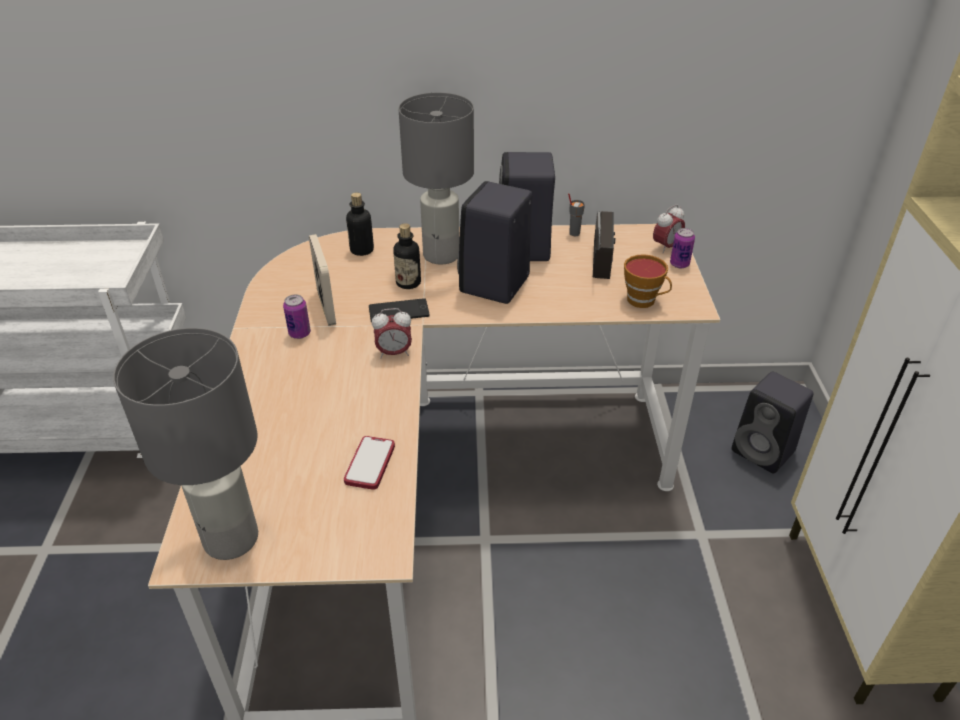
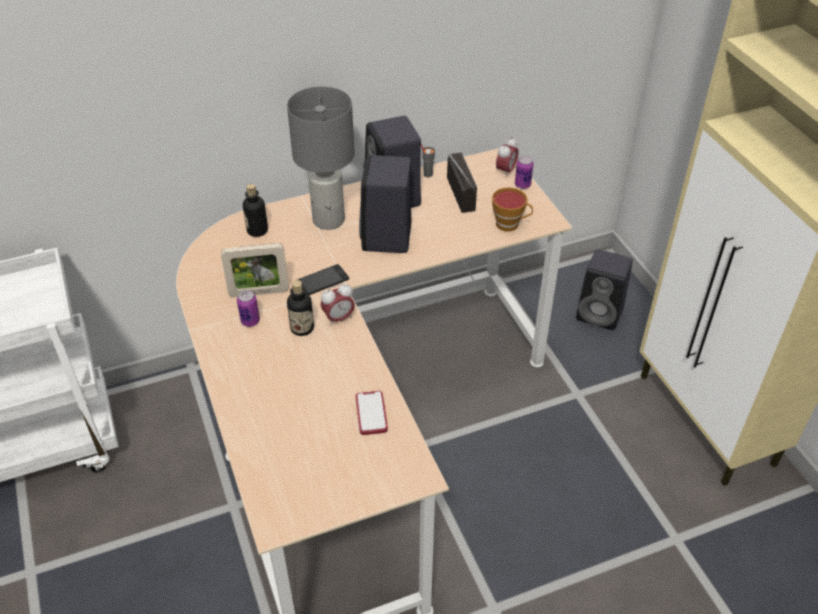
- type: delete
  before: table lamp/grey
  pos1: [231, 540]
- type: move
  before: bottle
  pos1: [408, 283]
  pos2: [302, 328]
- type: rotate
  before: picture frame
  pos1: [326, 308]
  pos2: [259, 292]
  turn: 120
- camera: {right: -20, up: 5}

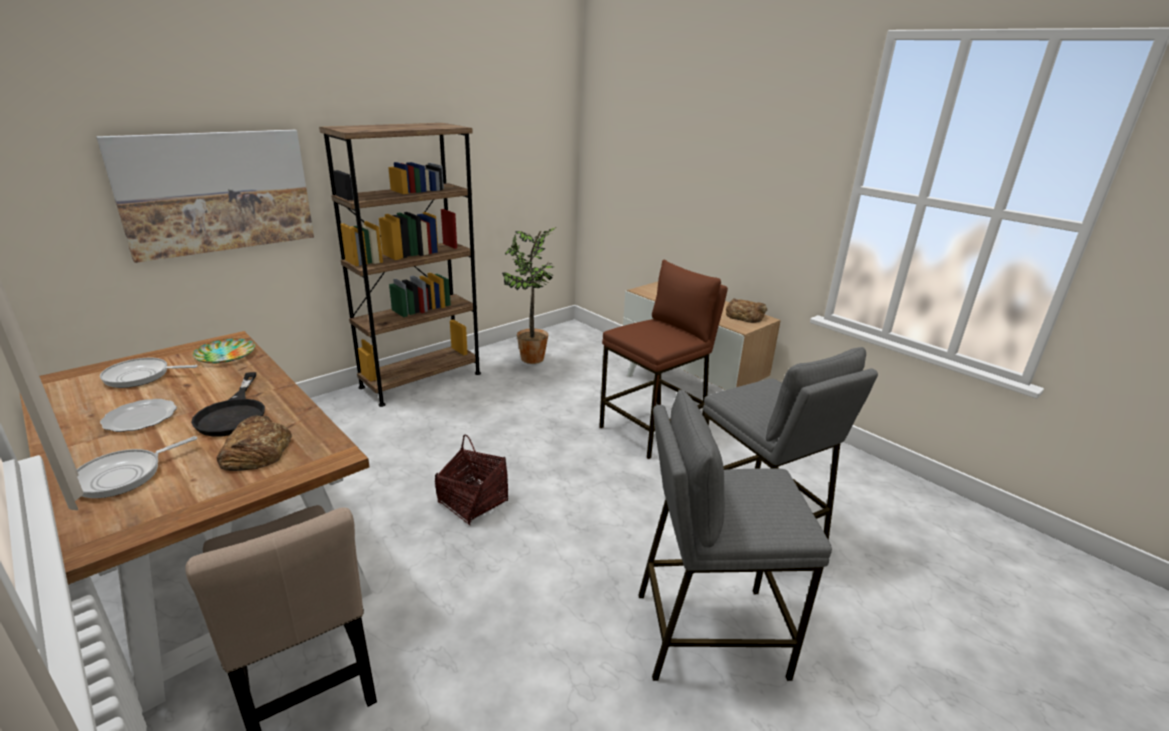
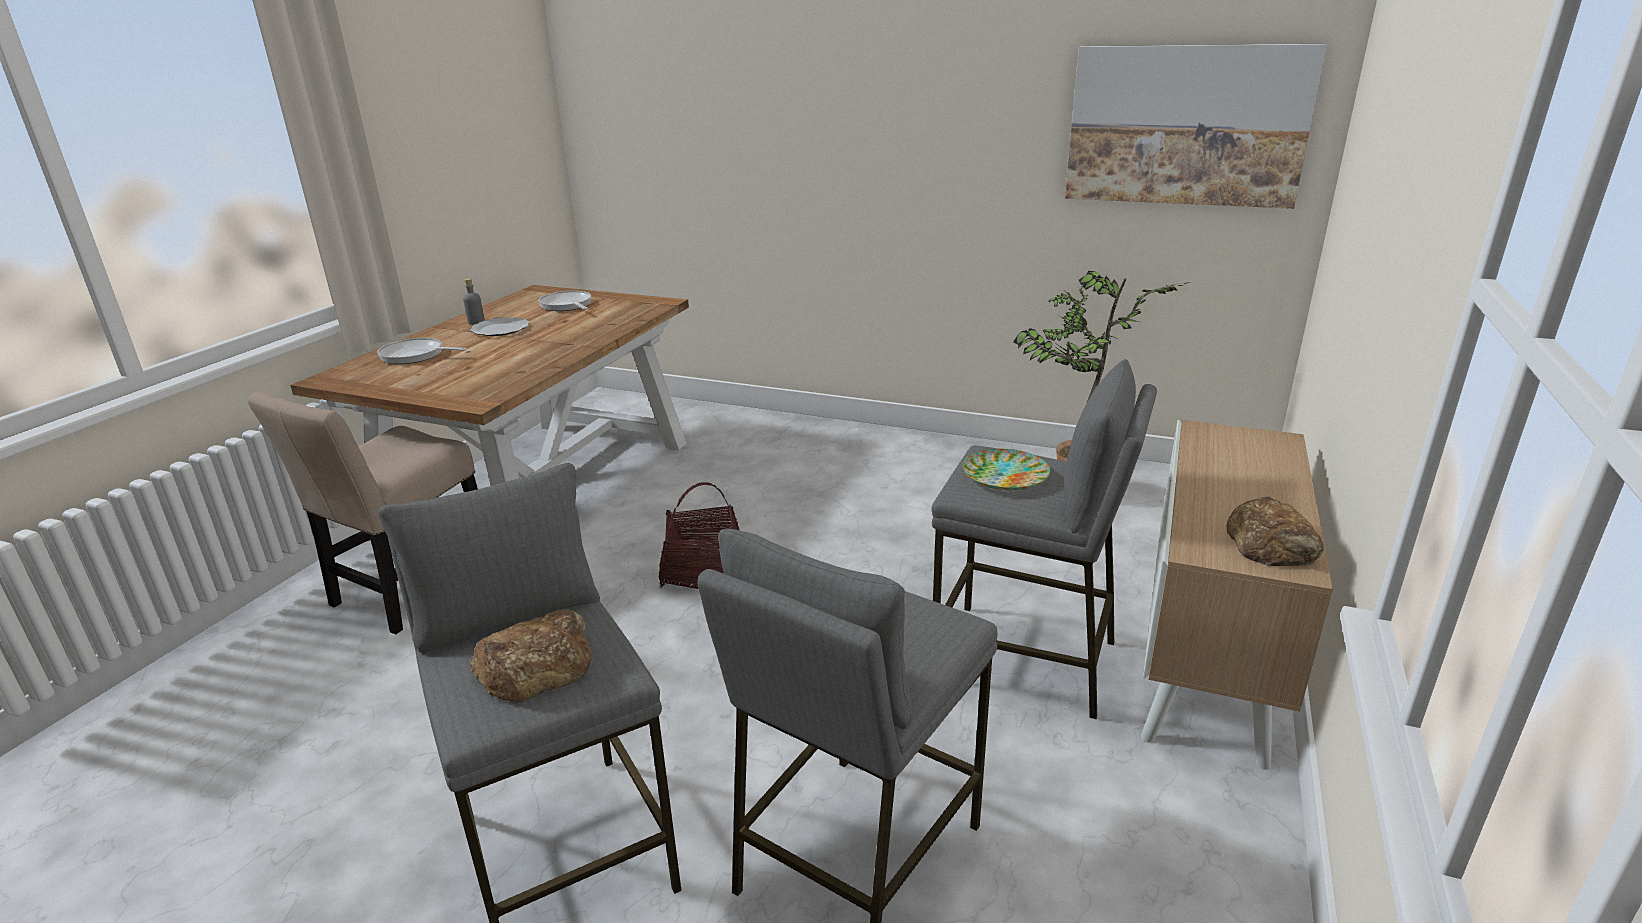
- type: delete
  before: frying pan/black
  pos1: [234, 413]
- type: delete
  before: bookcase/brown
  pos1: [421, 380]
- type: insert
  after: bottle/grey
  pos2: [476, 322]
- type: move
  before: picture
  pos1: [216, 192]
  pos2: [1186, 125]
- type: move
  before: plate
  pos1: [225, 355]
  pos2: [1004, 475]
- type: move
  before: bread
  pos1: [256, 451]
  pos2: [536, 666]
- type: recolor
  before: stool/brown
  after: stool/grey
  pos1: [654, 428]
  pos2: [1025, 660]
- camera: {right: 65, up: 0}

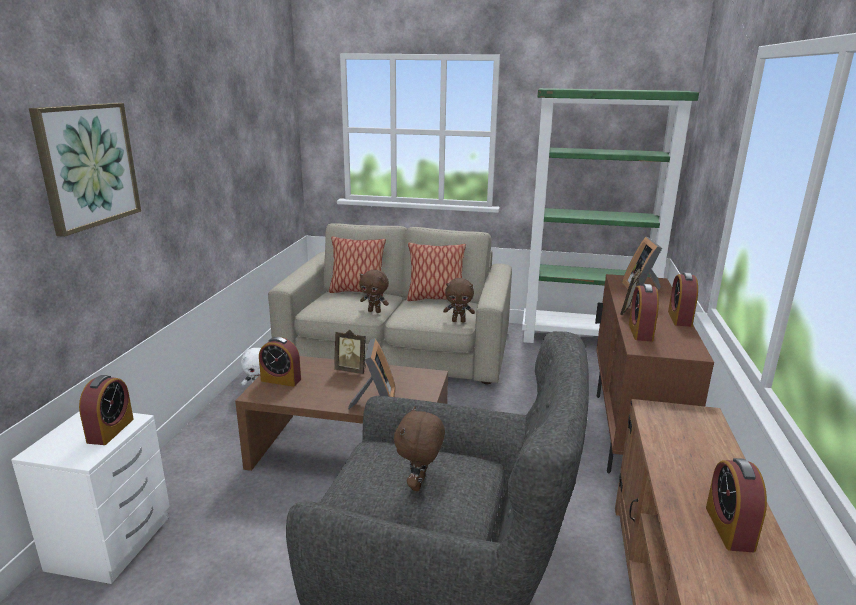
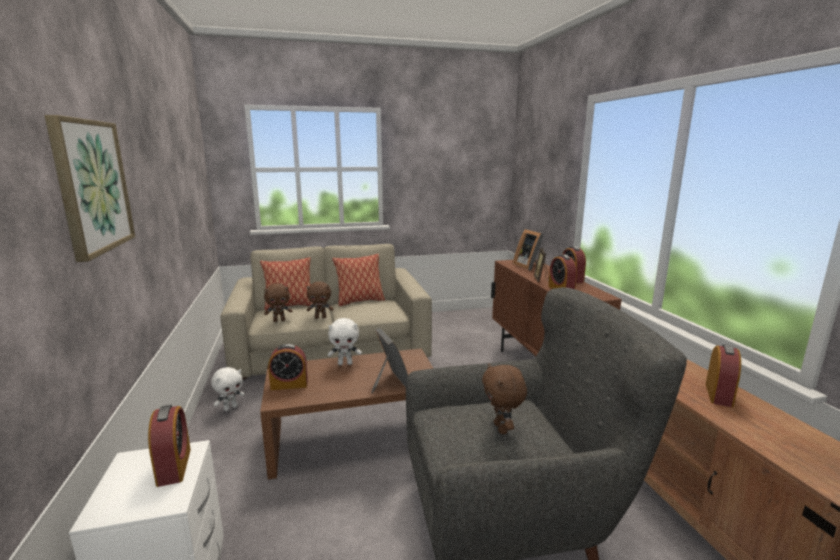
- type: delete
  before: bookcase/green
  pos1: [586, 339]
- type: move
  before: plush toy/brown
  pos1: [458, 321]
  pos2: [279, 320]
- type: replace
  before: picture frame
  after: plush toy/white
  pos1: [352, 370]
  pos2: [345, 363]
- type: rotate
  before: alarm clock
  pos1: [729, 528]
  pos2: [718, 395]
  turn: -135
- camera: {right: -25, up: -5}

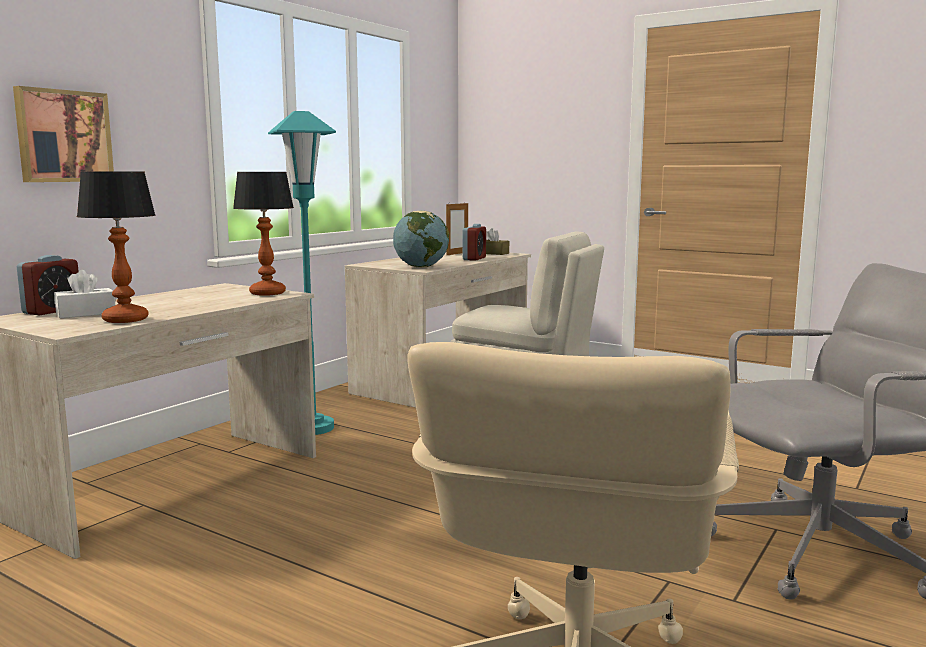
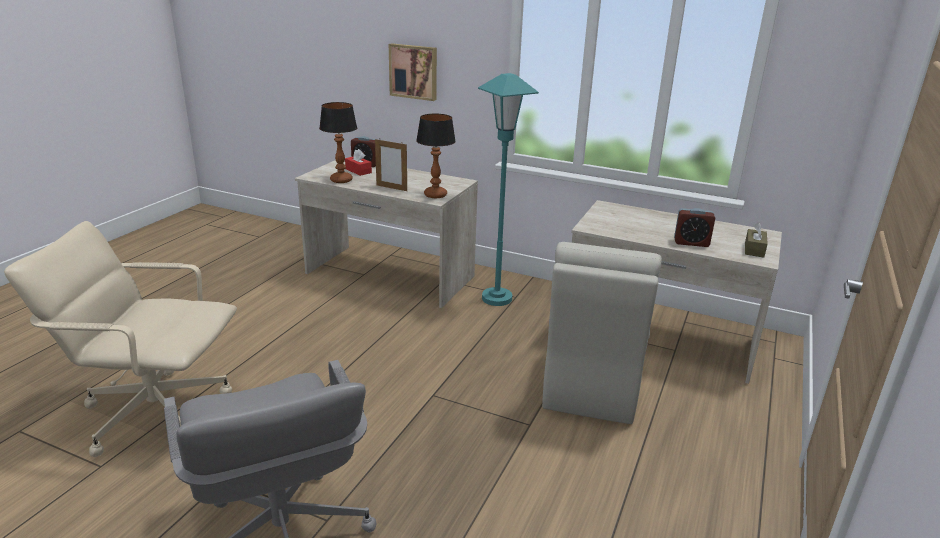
- type: delete
  before: globe
  pos1: [421, 267]
- type: move
  before: picture frame
  pos1: [457, 253]
  pos2: [391, 188]
- type: recolor
  before: tissue box/white
  after: tissue box/red
  pos1: [86, 313]
  pos2: [358, 171]
- camera: {right: 80, up: 15}

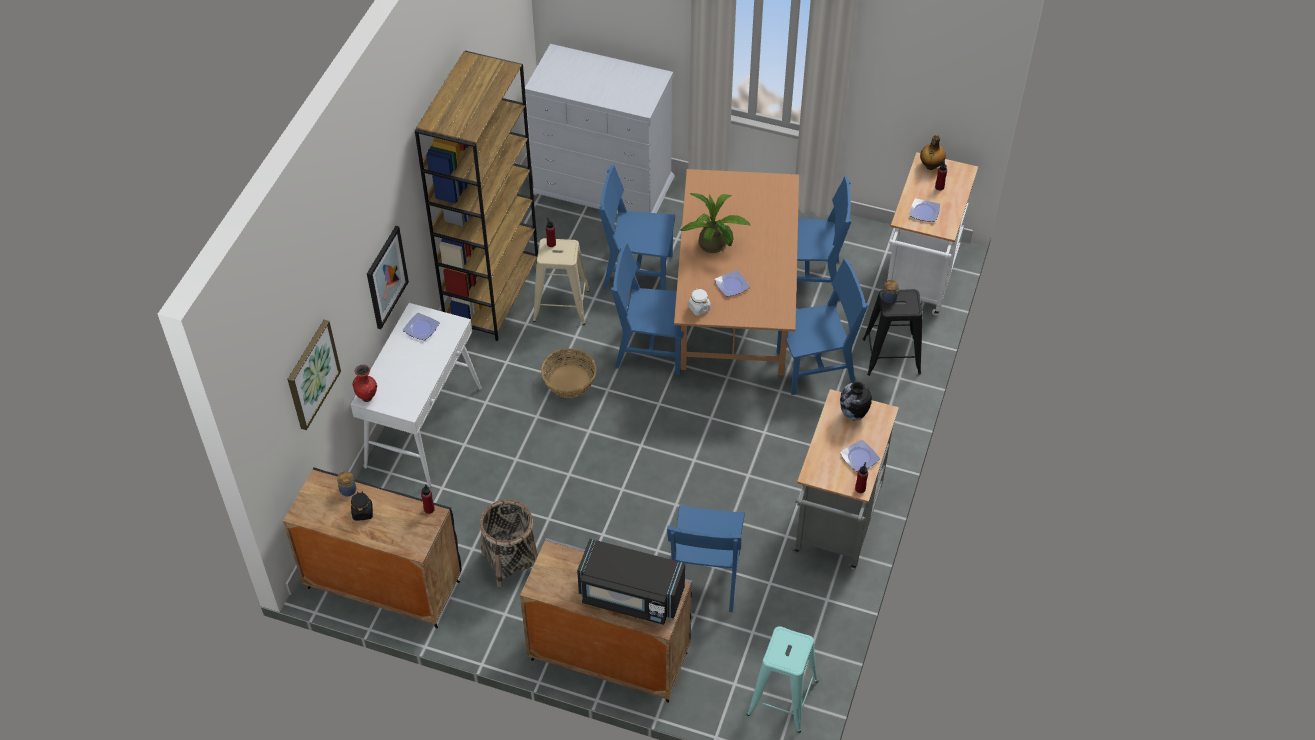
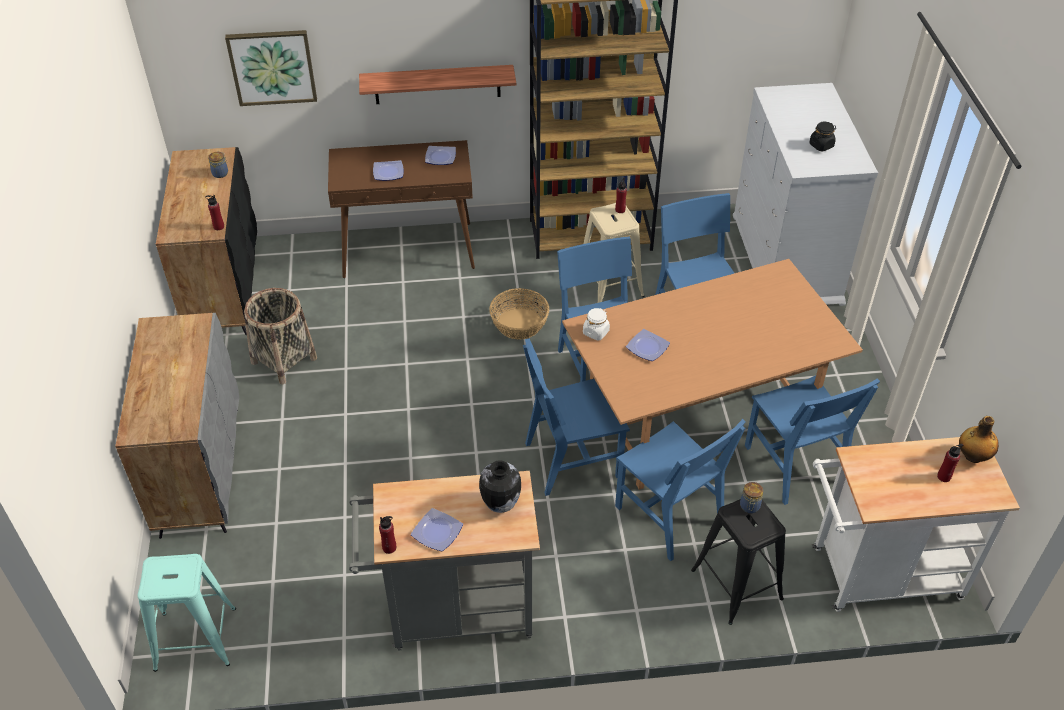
- type: delete
  before: vase/red
  pos1: [368, 398]
- type: delete
  before: microwave/black
  pos1: [630, 595]
- type: delete
  before: potted plant
  pos1: [715, 246]
- type: move
  before: jar/black
  pos1: [362, 512]
  pos2: [821, 145]
- type: move
  before: chair/blue
  pos1: [705, 577]
  pos2: [572, 459]
- type: move
  before: plate
  pos1: [924, 211]
  pos2: [389, 172]
- type: replace
  before: picture
  after: shelf
  pos1: [386, 277]
  pos2: [437, 84]
- type: recolor
  before: console table/white
  after: console table/brown
  pos1: [424, 426]
  pos2: [408, 250]
- camera: {right: 65, up: -5}

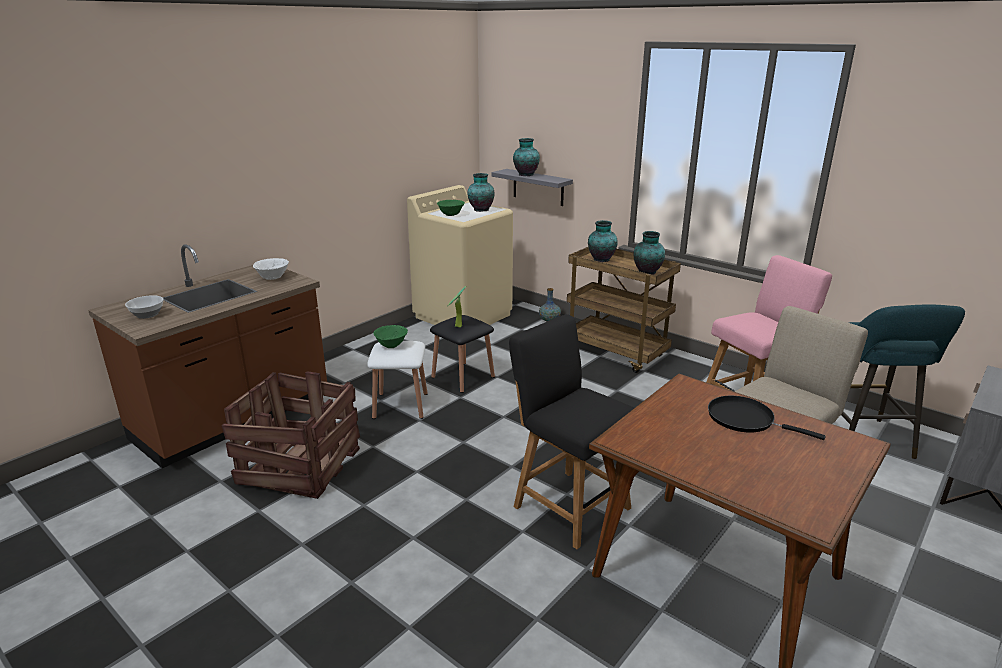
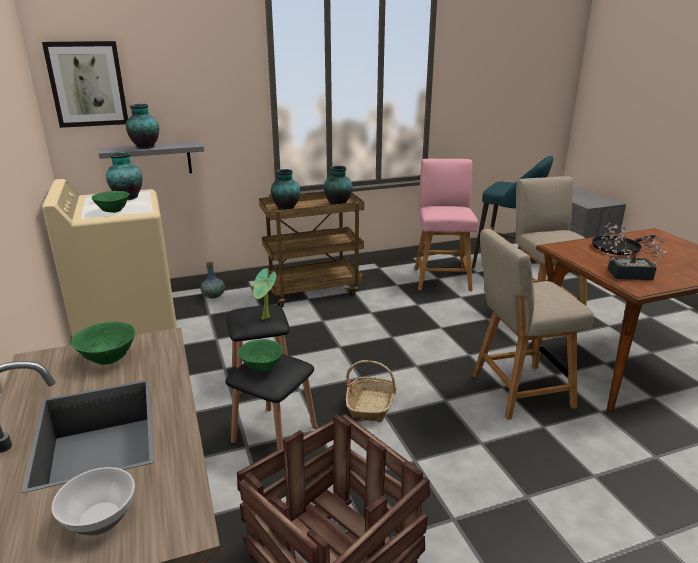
- type: insert
  after: picture
  pos2: [87, 84]
- type: insert
  after: basket
  pos2: [371, 405]
- type: insert
  after: potted plant
  pos2: [624, 274]
- type: recolor
  before: bowl/white
  after: bowl/green
  pos1: [272, 278]
  pos2: [108, 358]
- type: recolor
  before: stool/white
  after: stool/black
  pos1: [400, 405]
  pos2: [274, 434]
- type: recolor
  before: chair/black
  after: chair/beige
  pos1: [567, 504]
  pos2: [517, 391]
- camera: {right: -60, up: 0}

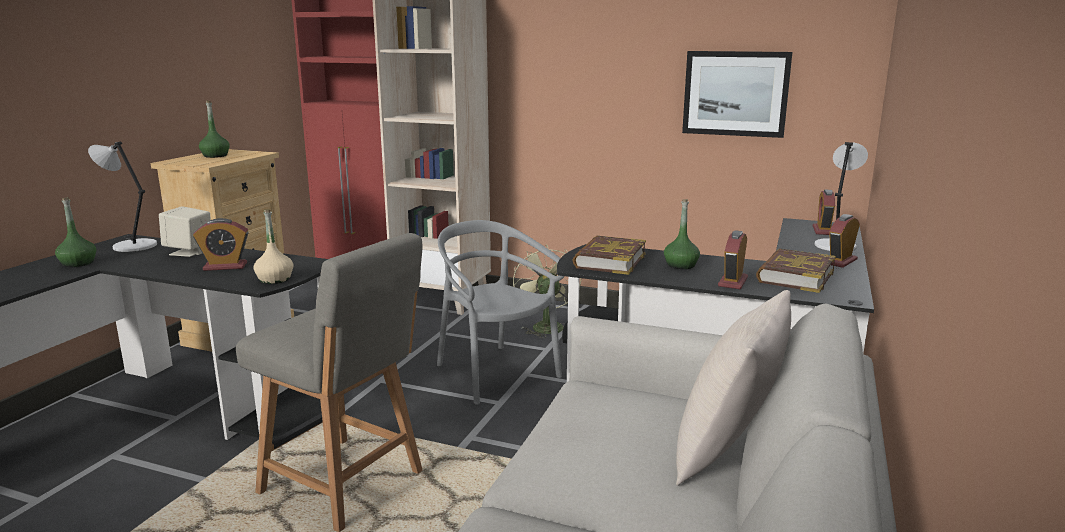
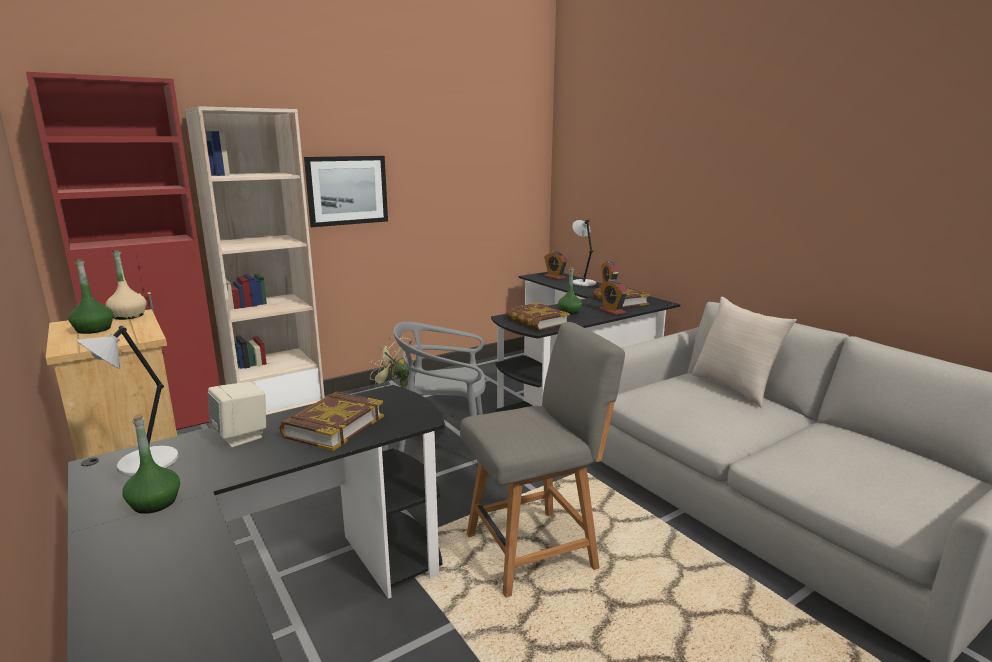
- type: move
  before: bottle/beige
  pos1: [275, 279]
  pos2: [128, 316]
- type: move
  before: picture
  pos1: [735, 93]
  pos2: [347, 190]
- type: replace
  before: alarm clock
  after: book
  pos1: [225, 266]
  pos2: [333, 426]
- camera: {right: -55, up: 0}

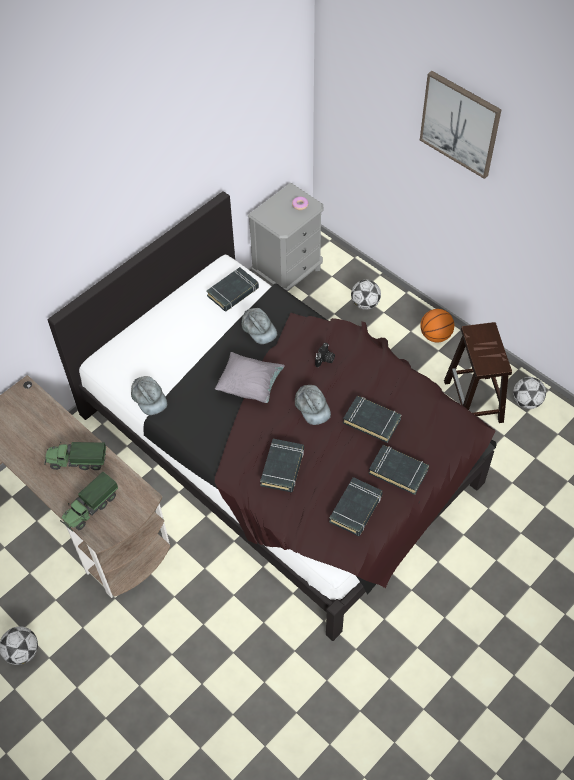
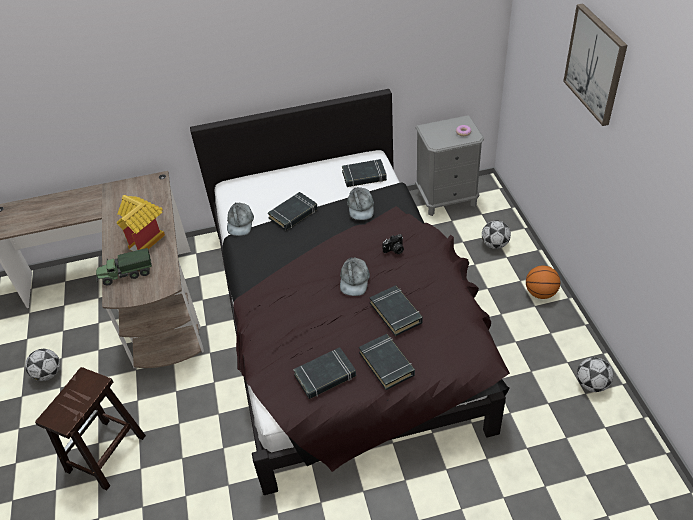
- type: delete
  before: pillow/grey
  pos1: [250, 386]
- type: move
  before: book/black
  pos1: [282, 467]
  pos2: [293, 214]
- type: move
  before: stool/brown
  pos1: [473, 402]
  pos2: [105, 455]
- type: replace
  before: toy truck
  after: toy house
  pos1: [77, 461]
  pos2: [147, 239]
- camera: {right: 35, up: -10}

